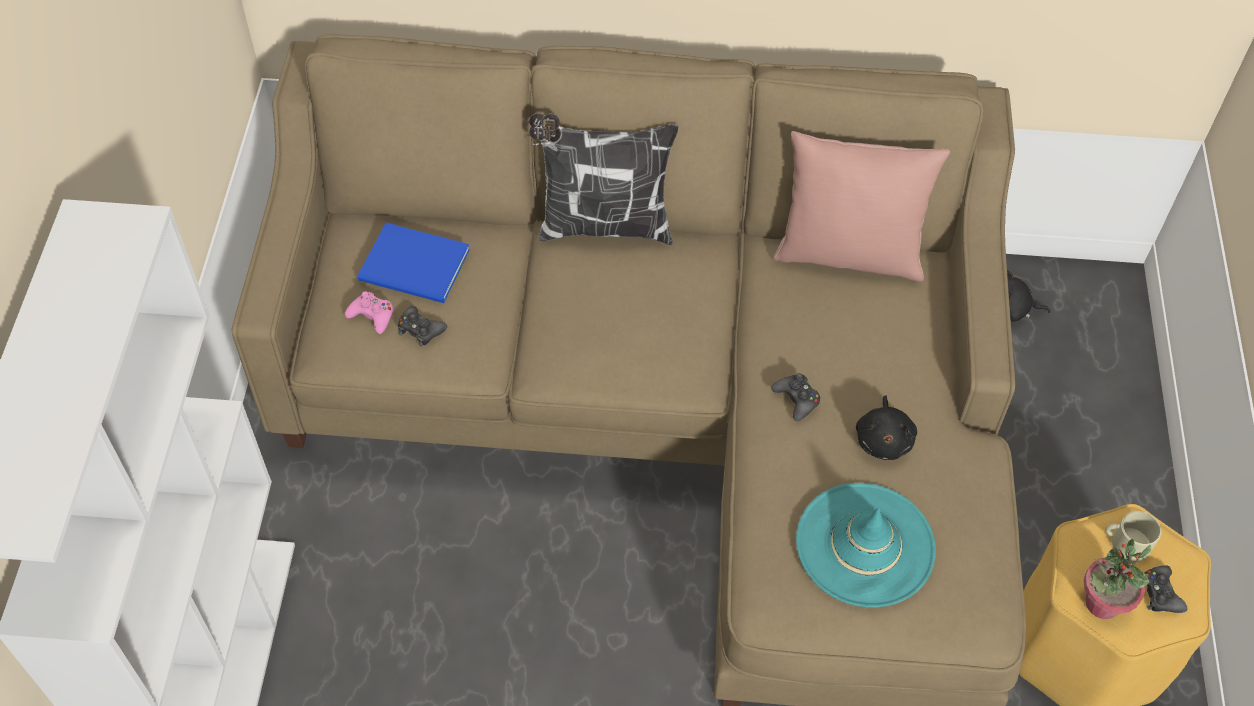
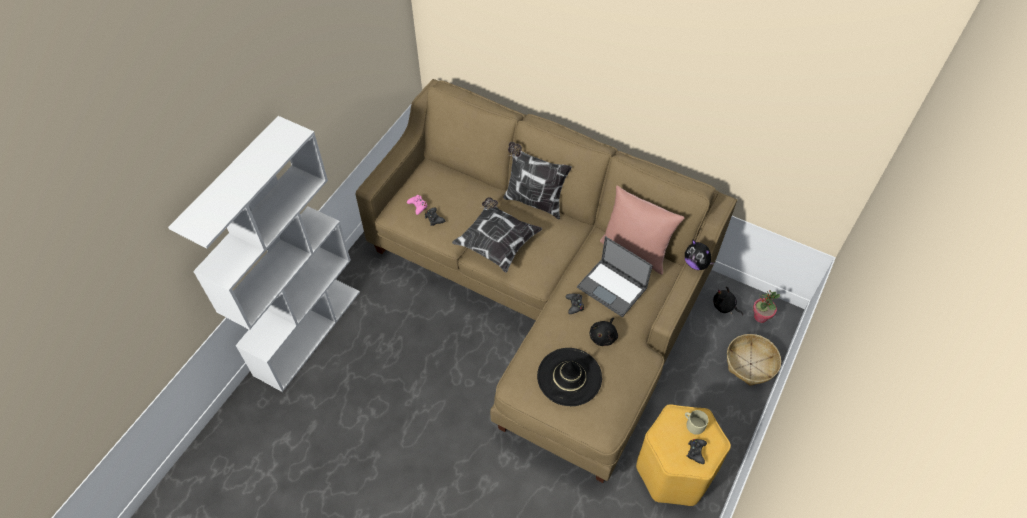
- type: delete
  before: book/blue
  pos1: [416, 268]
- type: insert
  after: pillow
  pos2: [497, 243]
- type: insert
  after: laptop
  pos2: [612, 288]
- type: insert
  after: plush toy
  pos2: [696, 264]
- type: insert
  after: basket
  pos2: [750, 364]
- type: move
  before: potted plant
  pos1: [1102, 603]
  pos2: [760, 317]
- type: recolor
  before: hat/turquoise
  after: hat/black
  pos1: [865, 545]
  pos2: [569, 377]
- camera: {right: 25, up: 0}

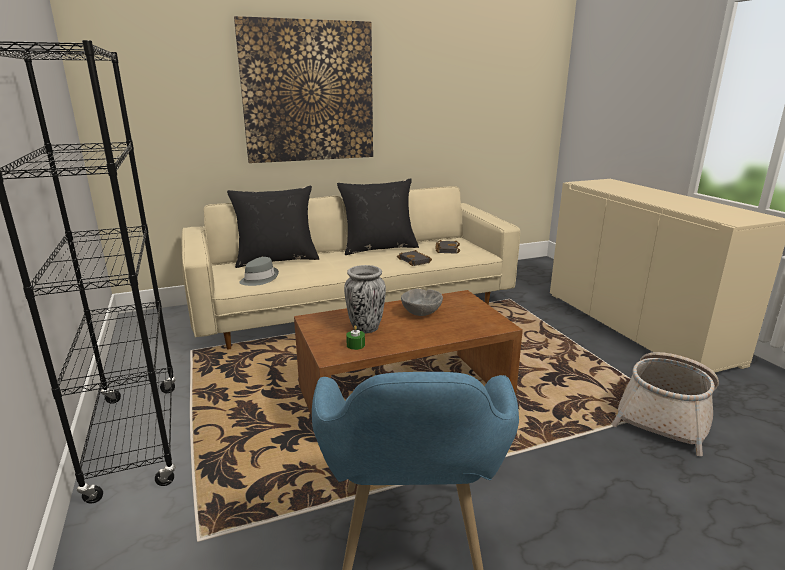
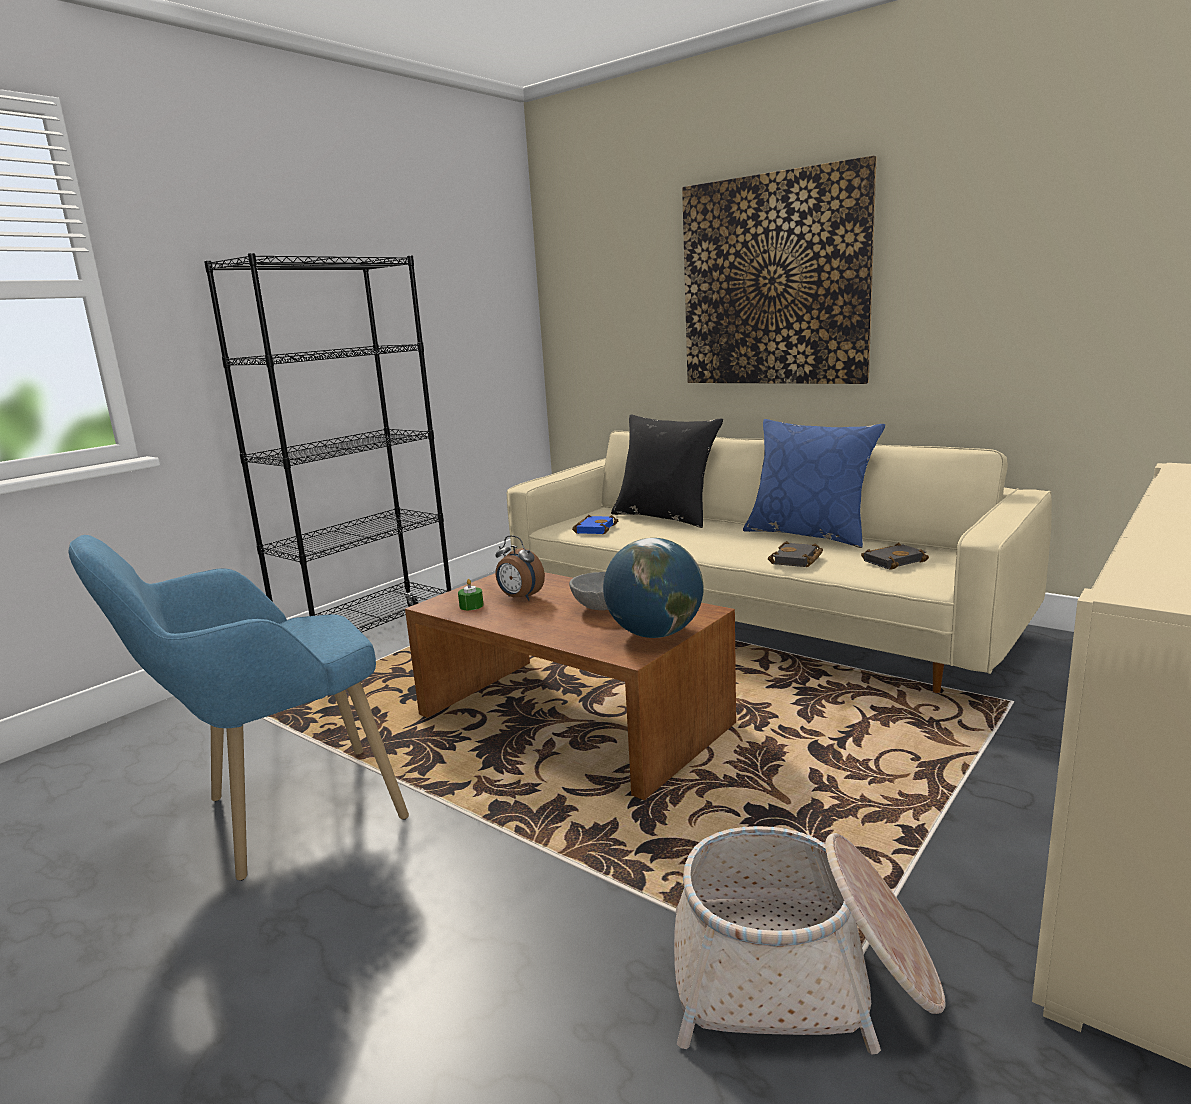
- type: insert
  after: globe
  pos2: [655, 634]
- type: replace
  before: hat/grey
  after: book/blue
  pos1: [259, 279]
  pos2: [594, 529]
- type: replace
  before: vase
  after: alarm clock
  pos1: [365, 328]
  pos2: [519, 598]
- type: recolor
  before: pillow/black
  after: pillow/blue
  pos1: [379, 248]
  pos2: [809, 534]
- camera: {right: 60, up: -5}

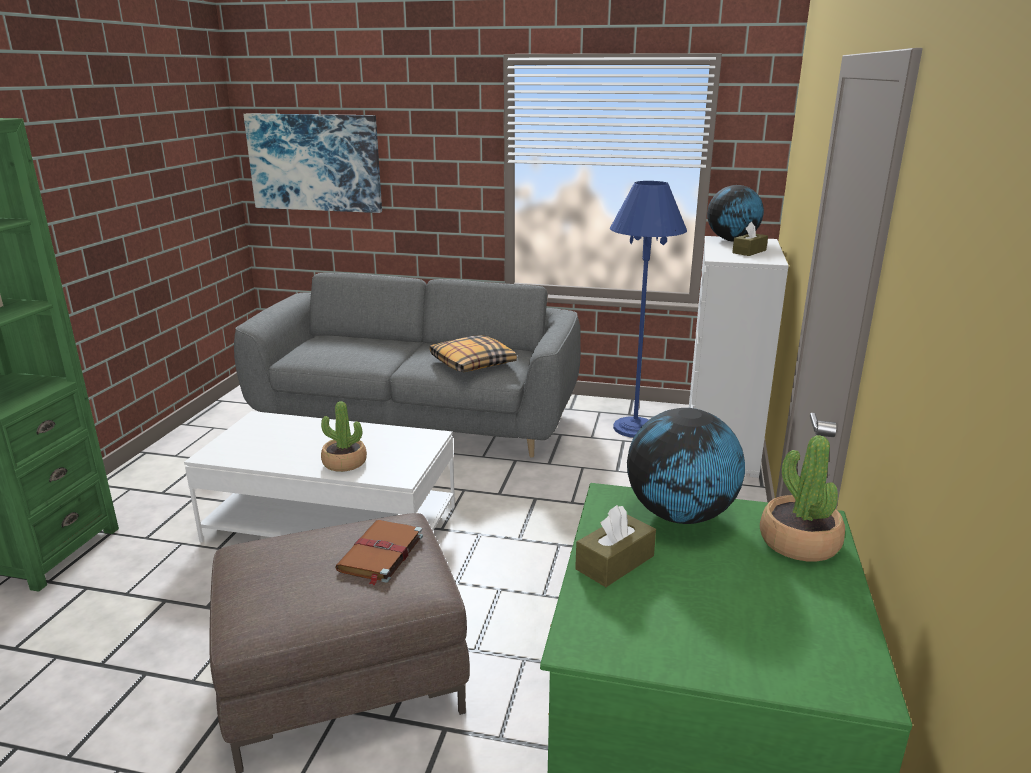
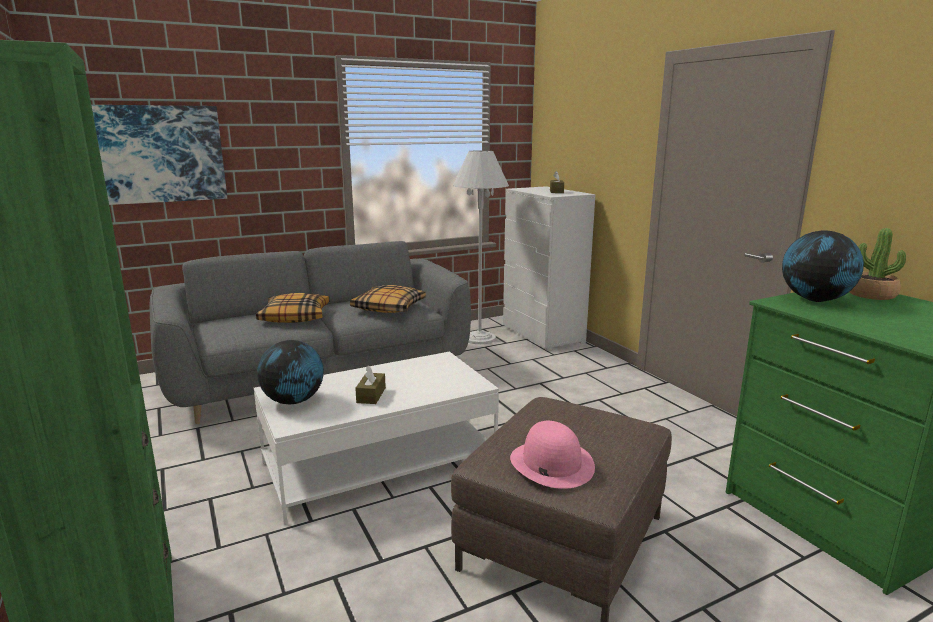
- type: delete
  before: potted plant
  pos1: [344, 463]
- type: delete
  before: book/brown
  pos1: [380, 554]
- type: insert
  after: pillow
  pos2: [295, 316]
- type: insert
  after: hat/pink
  pos2: [551, 463]
- type: move
  before: tissue box/brown
  pos1: [615, 562]
  pos2: [371, 395]
- type: move
  before: globe
  pos1: [732, 240]
  pos2: [293, 401]
- type: recolor
  before: floor lamp/blue
  after: floor lamp/white
  pos1: [635, 428]
  pos2: [479, 338]
- camera: {right: -40, up: -5}

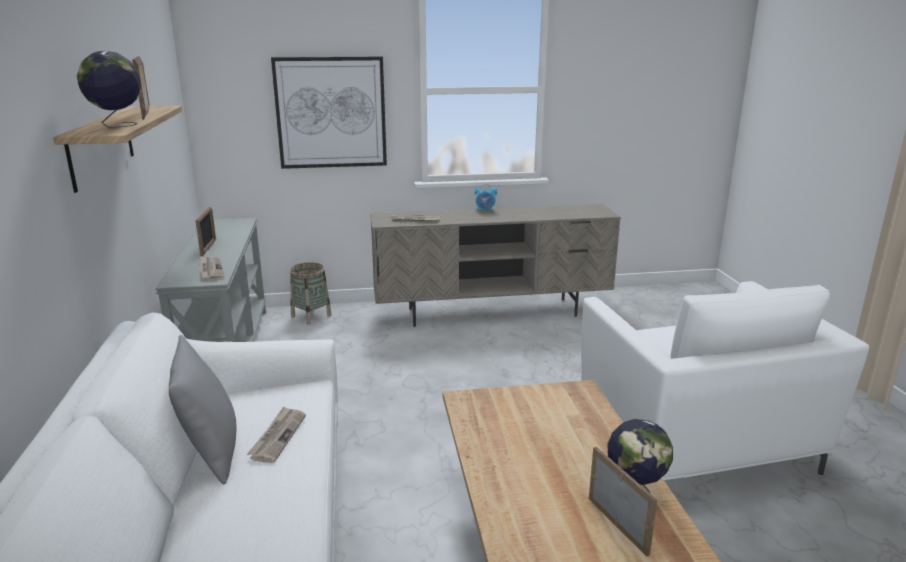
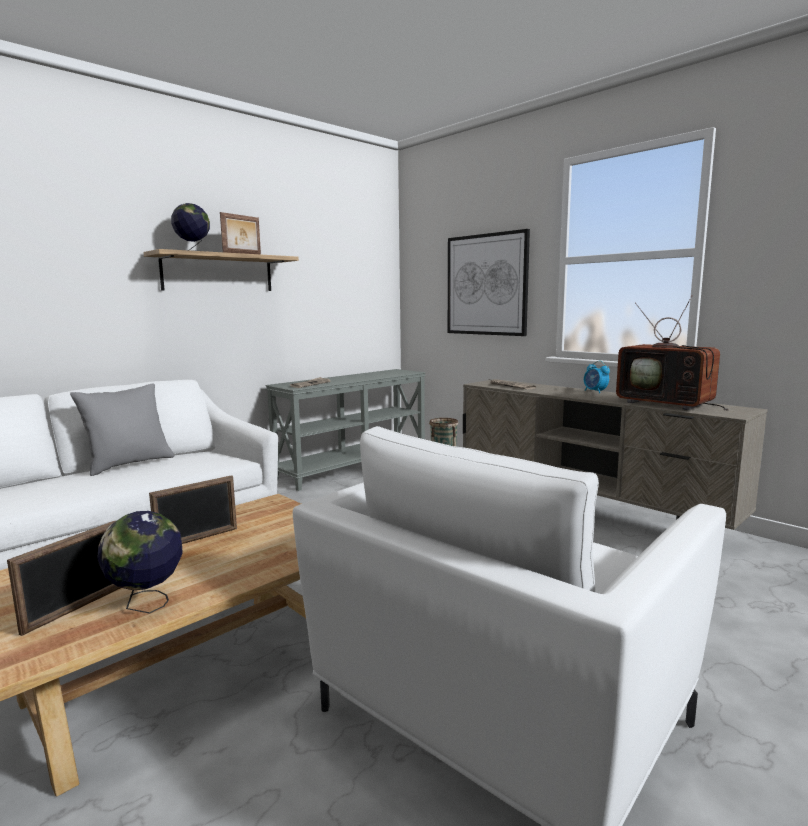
- type: delete
  before: newspaper
  pos1: [278, 436]
- type: insert
  after: television
  pos2: [668, 404]
- type: move
  before: picture frame
  pos1: [208, 248]
  pos2: [198, 539]
- camera: {right: 55, up: -10}

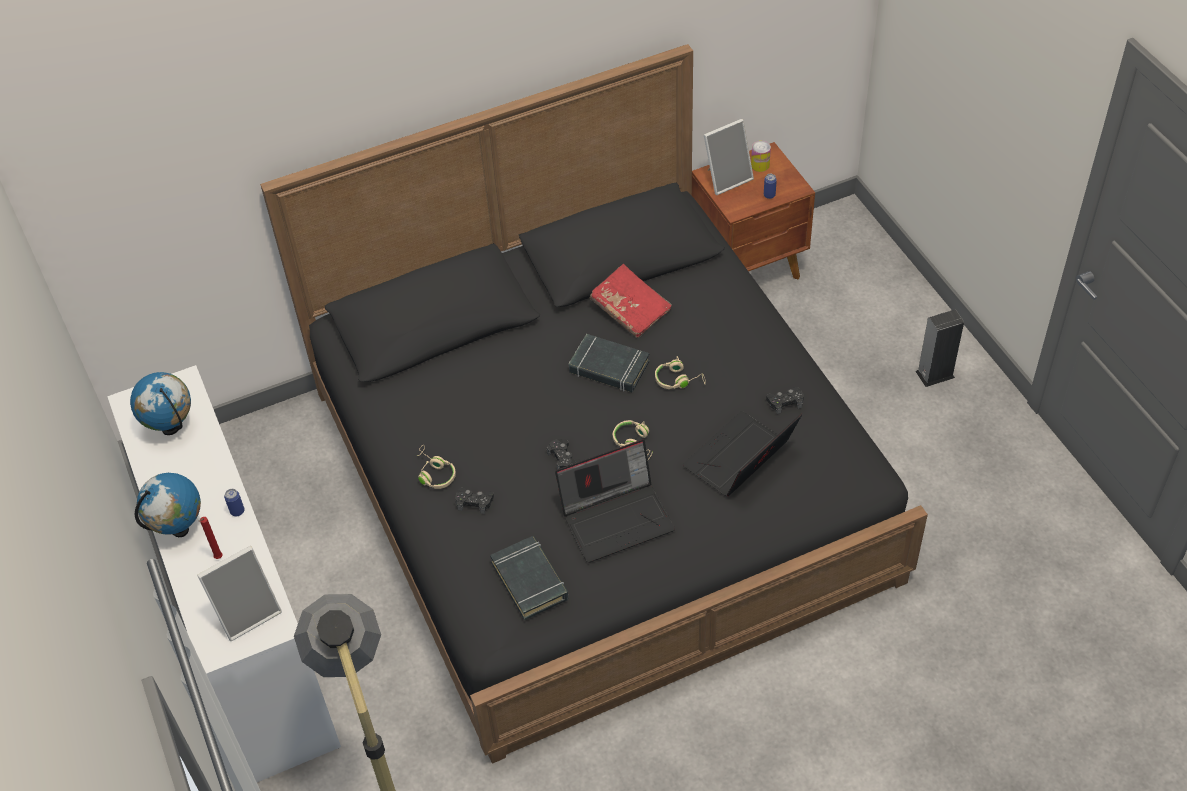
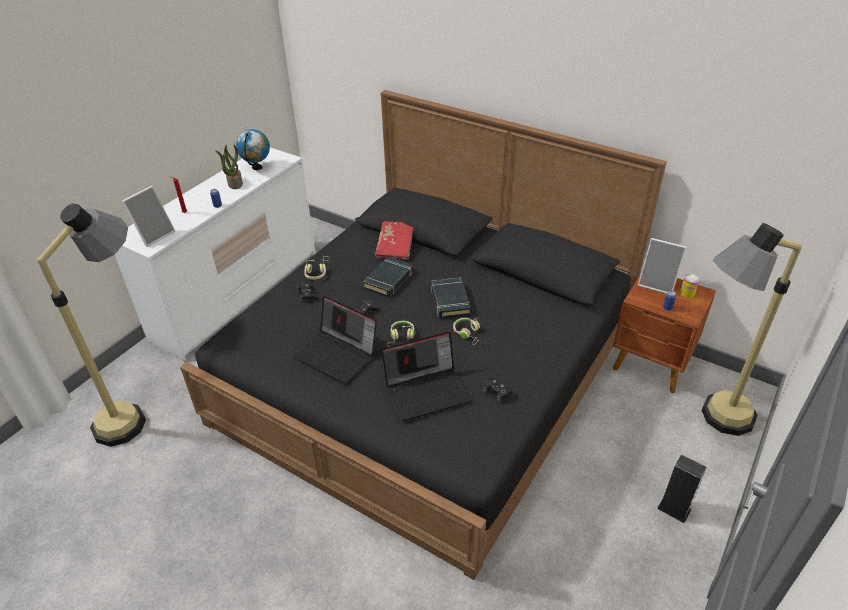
- type: delete
  before: globe
  pos1: [180, 529]
- type: insert
  after: potted plant
  pos2: [234, 183]
- type: insert
  after: floor lamp
  pos2: [708, 422]
- type: move
  before: book/black
  pos1: [530, 581]
  pos2: [389, 280]
- type: move
  before: book/red
  pos1: [630, 309]
  pos2: [395, 247]
- type: rotate
  before: picture frame
  pos1: [247, 612]
  pos2: [154, 235]
  turn: -75
- type: rotate
  before: laptop
  pos1: [740, 460]
  pos2: [427, 390]
  turn: 150
- camera: {right: 55, up: -10}

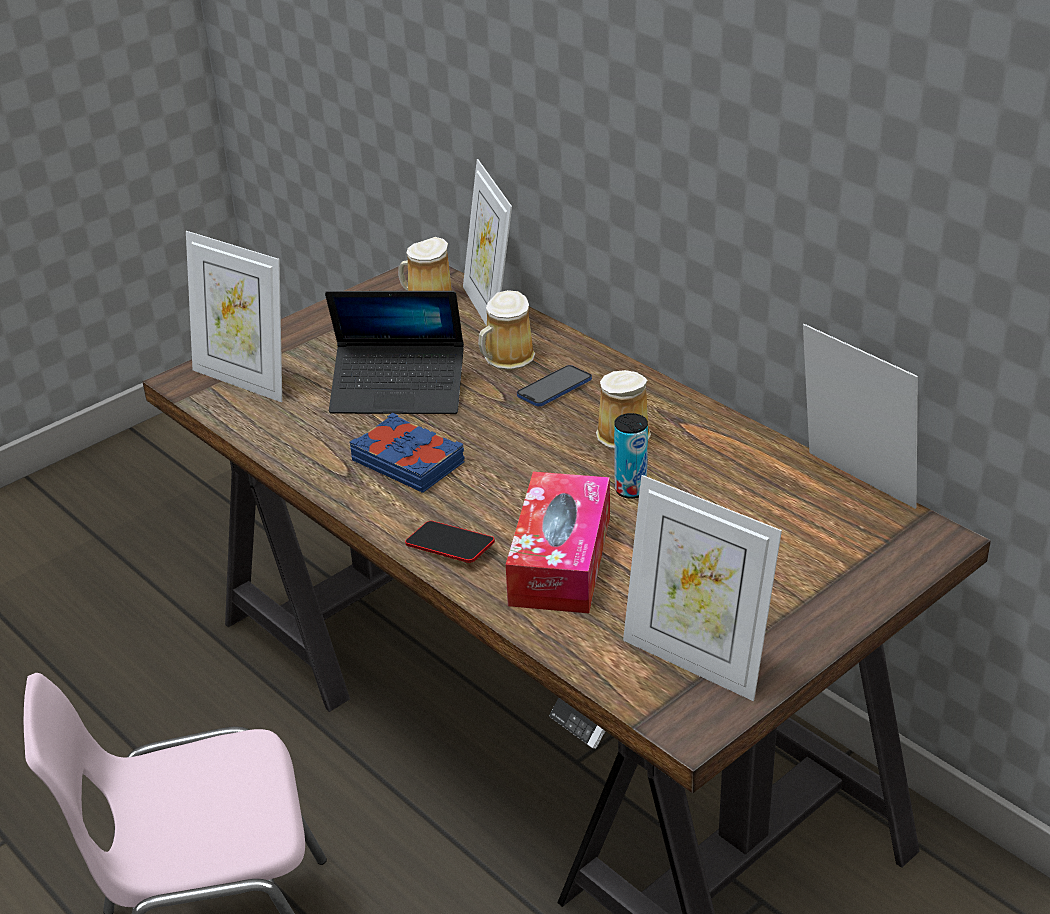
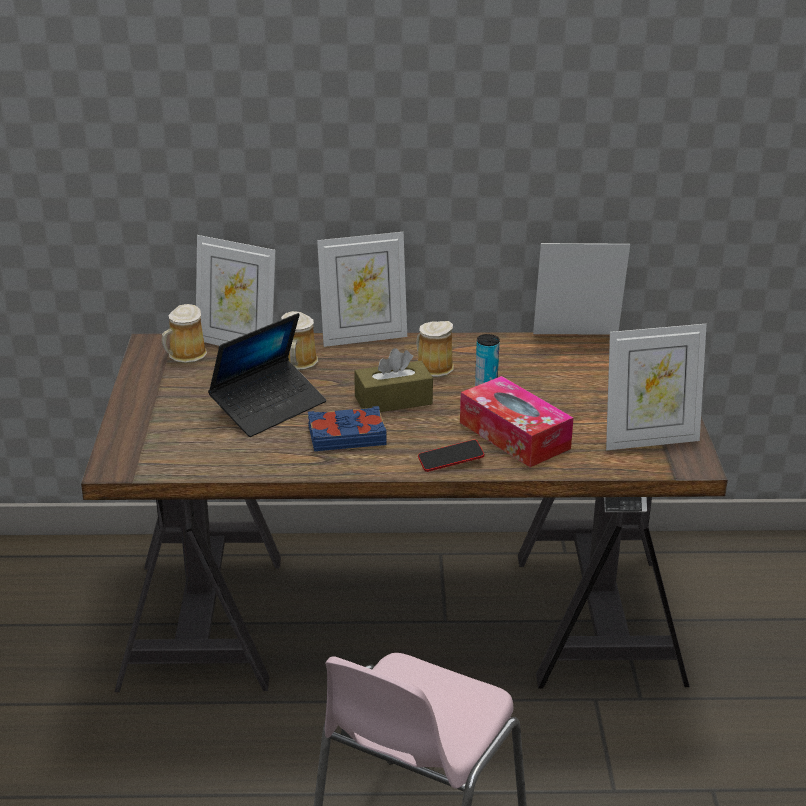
- type: delete
  before: phone
  pos1: [554, 388]
- type: insert
  after: tissue box/brown
  pos2: [393, 400]
- type: move
  before: picture frame
  pos1: [244, 380]
  pos2: [363, 337]
- camera: {right: -50, up: -5}

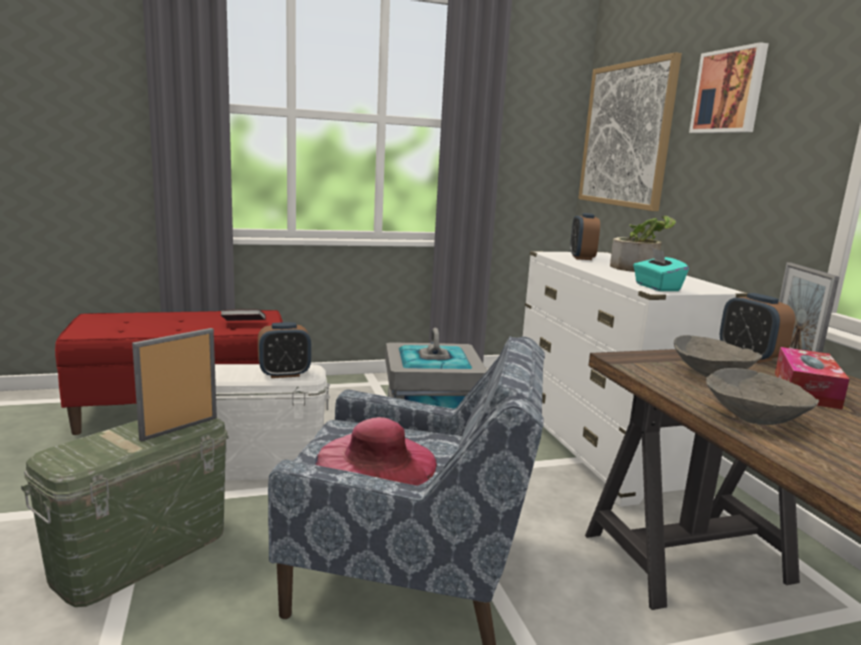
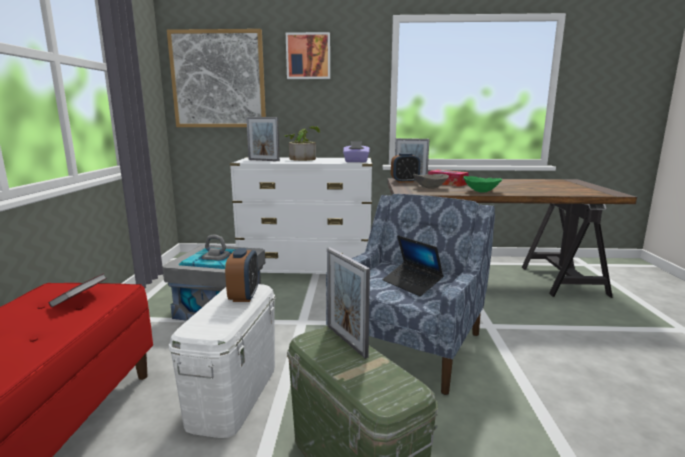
- type: replace
  before: hat/pink
  after: laptop
  pos1: [376, 461]
  pos2: [412, 284]
- type: replace
  before: alarm clock
  after: picture frame
  pos1: [581, 257]
  pos2: [263, 160]
- type: recolor
  before: tissue box/turquoise
  after: tissue box/purple
  pos1: [656, 287]
  pos2: [356, 161]
- type: recolor
  before: bowl/grey
  after: bowl/green
  pos1: [756, 419]
  pos2: [480, 191]
- camera: {right: -70, up: 0}

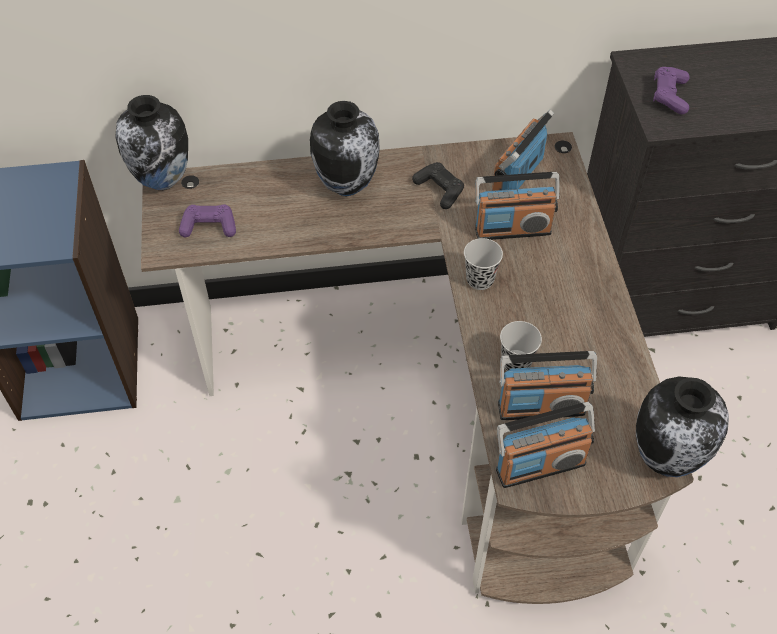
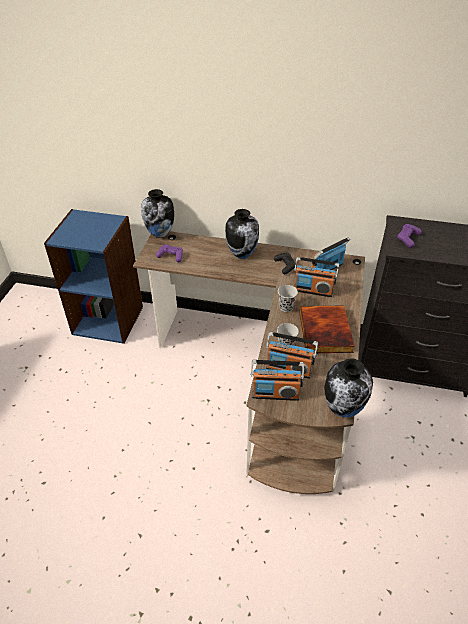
- type: insert
  after: book
  pos2: [326, 332]
- camera: {right: 20, up: -10}

